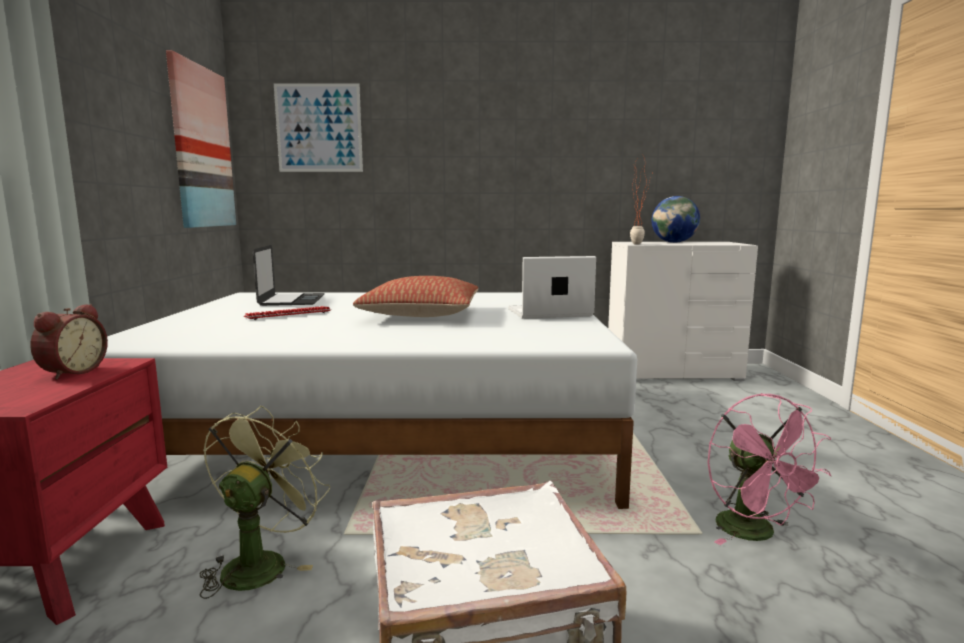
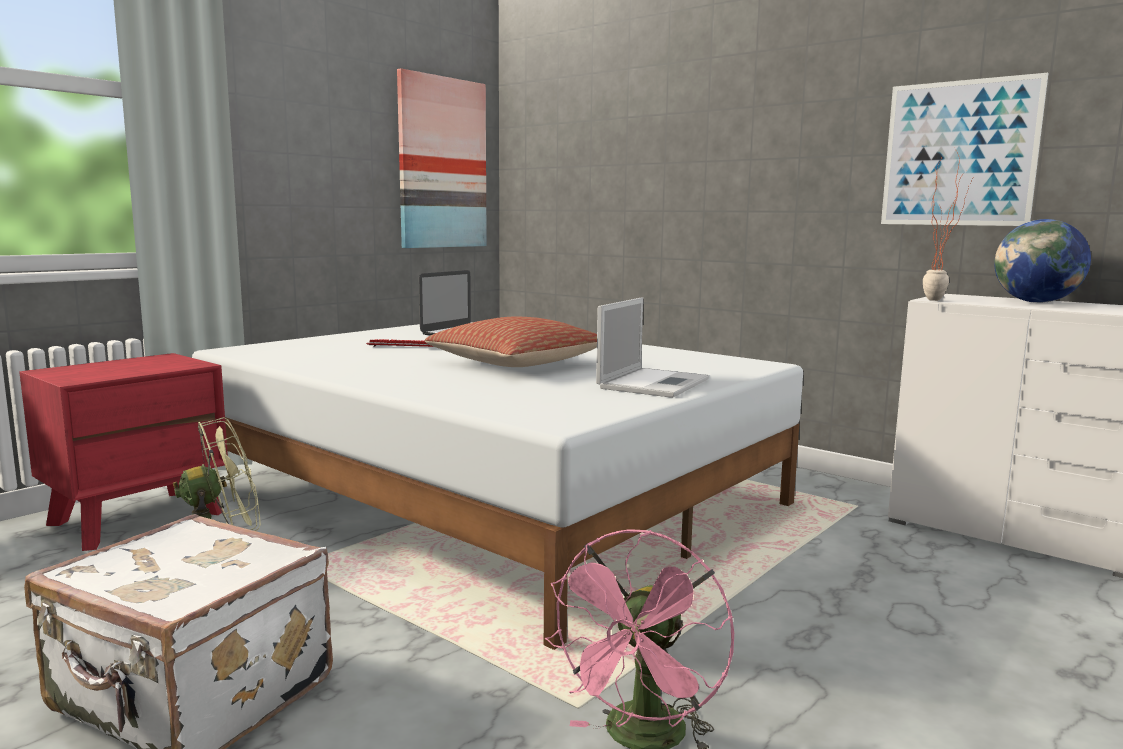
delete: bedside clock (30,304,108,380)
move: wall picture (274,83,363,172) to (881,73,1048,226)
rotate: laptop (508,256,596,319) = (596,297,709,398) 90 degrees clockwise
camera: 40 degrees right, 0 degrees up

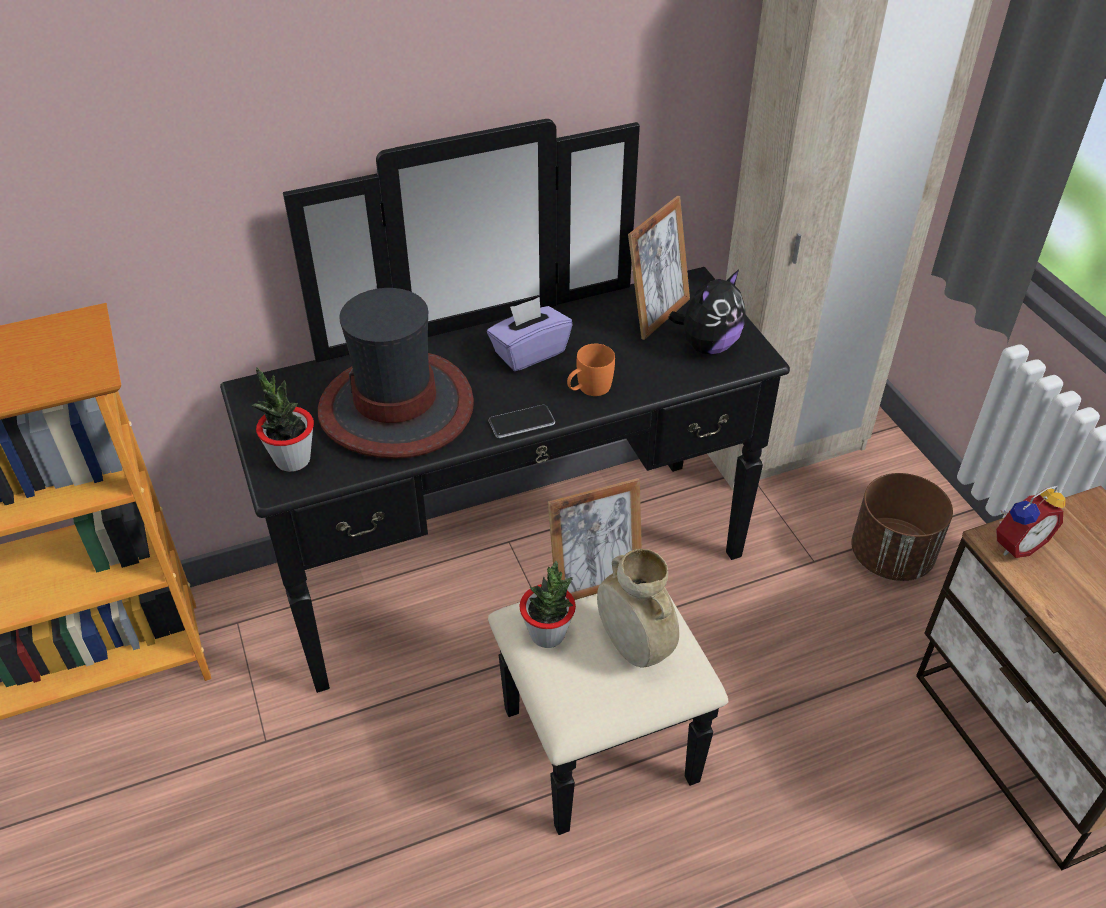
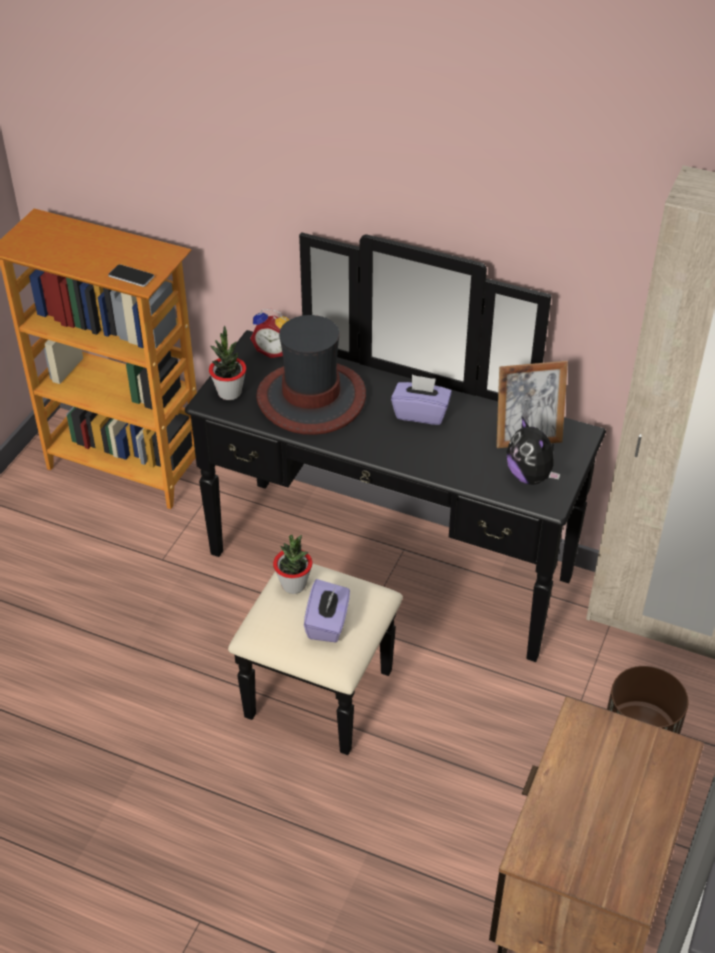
delete: mug (orange-coloured) (567,344,615,396); picture frame (548,478,642,600)
move: phone (489,405,555,438) to (108,264,154,287); bedside clock (996,486,1065,558) to (250,309,289,358)
replace: vase (beige-coloured) (597,549,680,667) to box of tissues (purplish) (304,579,350,643)
rotate: cuddly toy (669,270,746,354) = (507,417,560,485) 60 degrees clockwise
camera: 45 degrees right, 0 degrees up

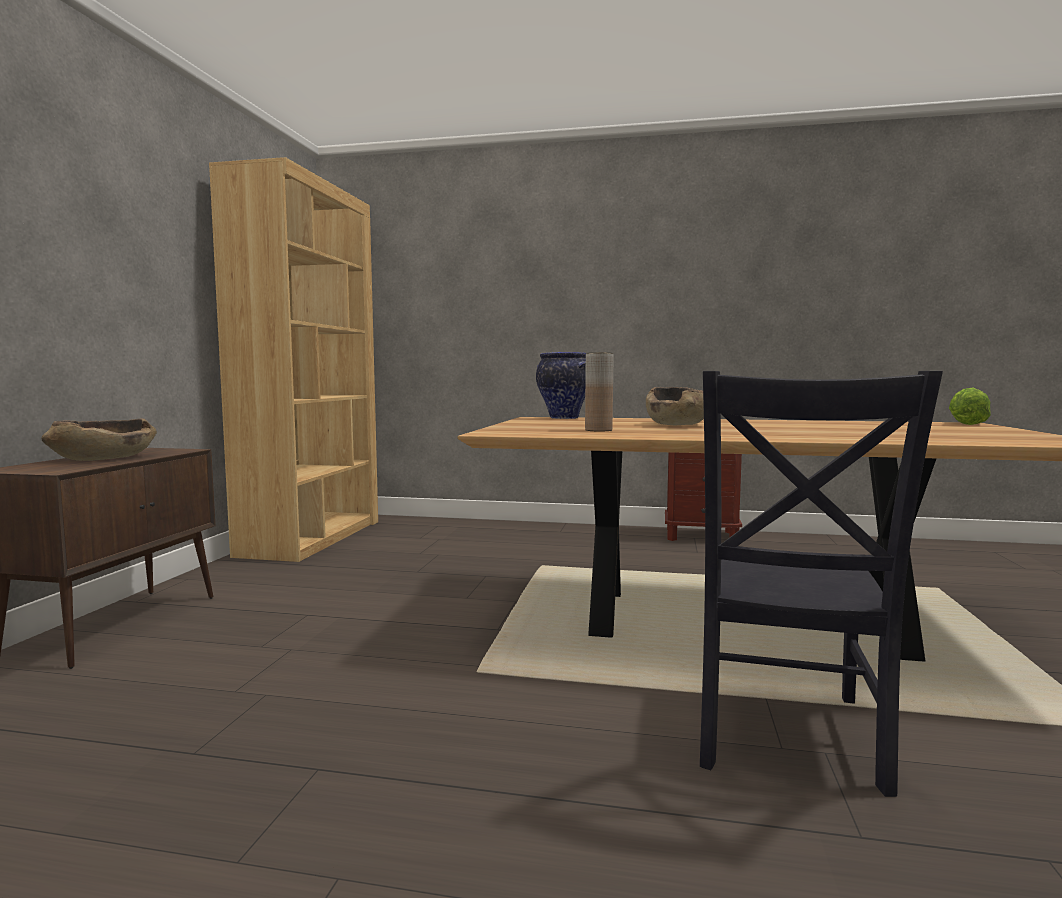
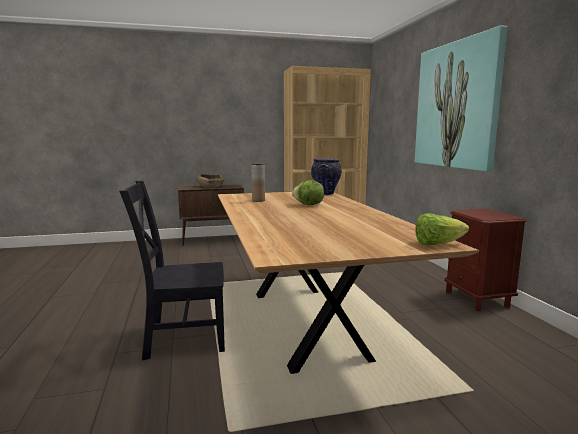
insert: wall picture (415,25,507,171)
replace: deep dish (brownish) (646,387,704,425) to head of lettuce (292,180,324,205)
camera: 65 degrees right, 5 degrees up

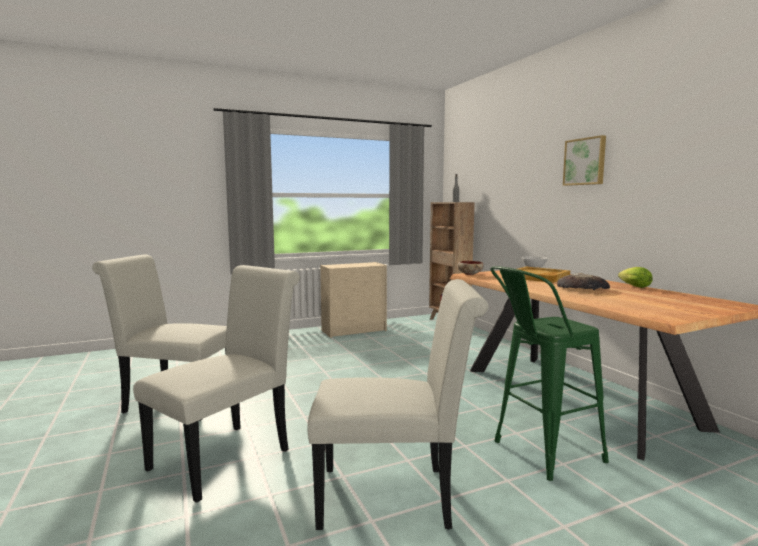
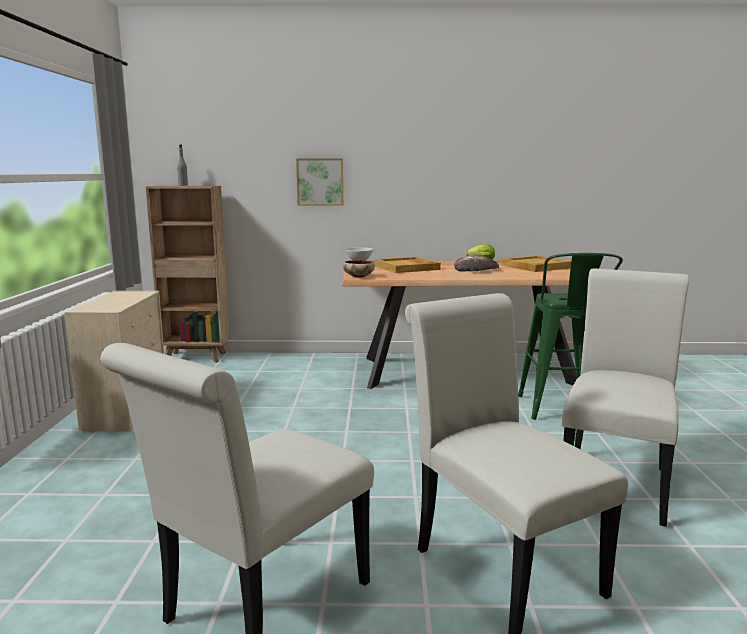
insert: serving tray (beige-coloured) (501,256,571,272)
move: wall picture (563,135,606,186) to (296,158,343,205)
camera: 65 degrees left, 5 degrees up

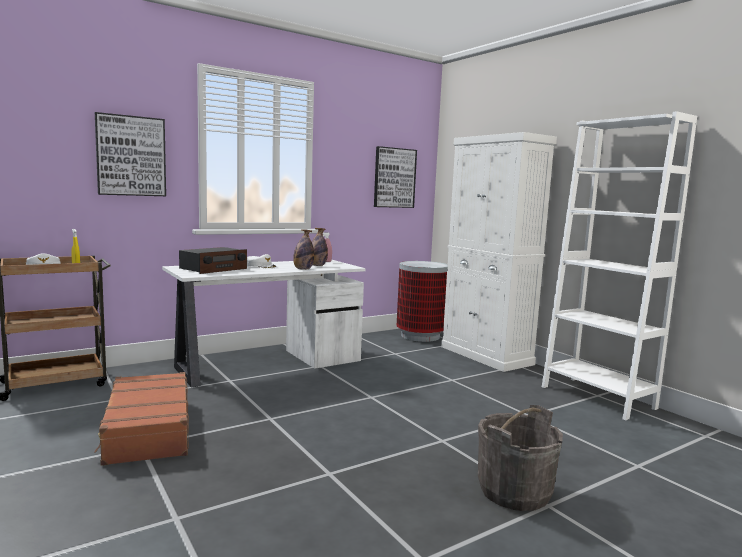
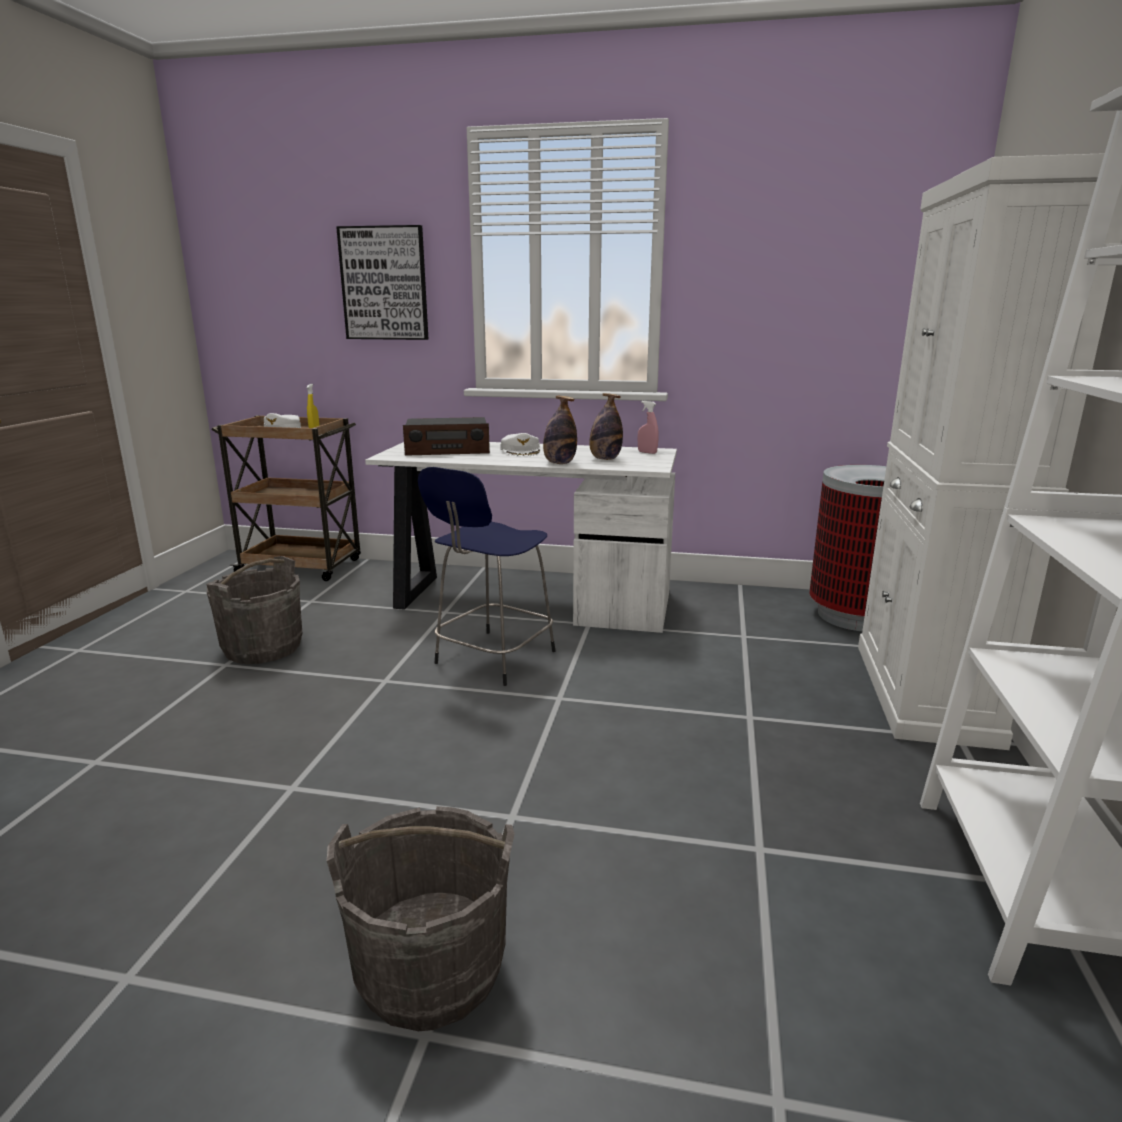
delete: wall picture (374,146,417,208)
insert: stool (bluish) (418,467,555,686)
replace: piece of luggage (brownish) (94,372,189,466) to water bucket (grey) (206,556,302,664)
camera: 45 degrees right, 10 degrees up

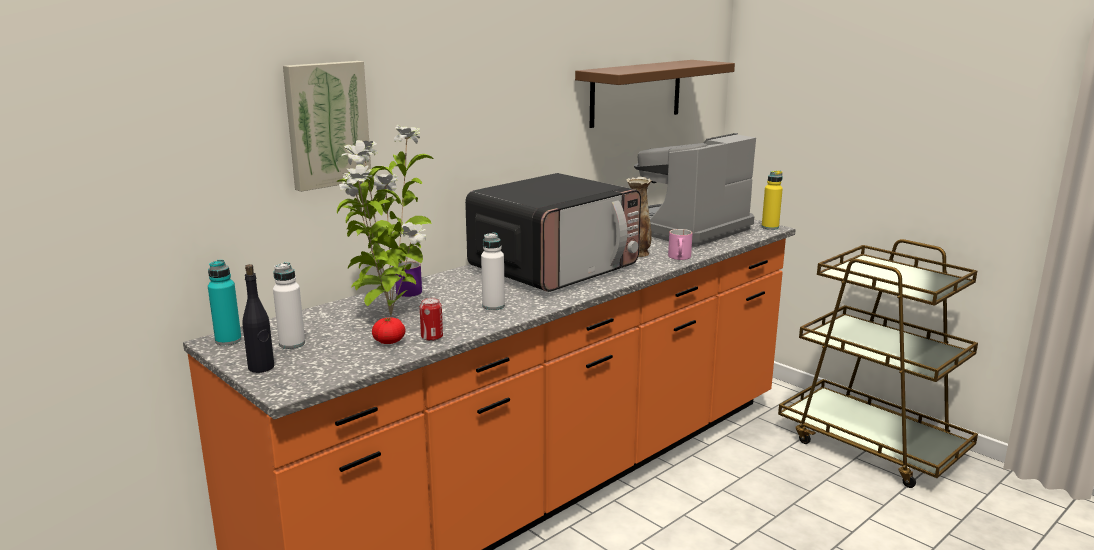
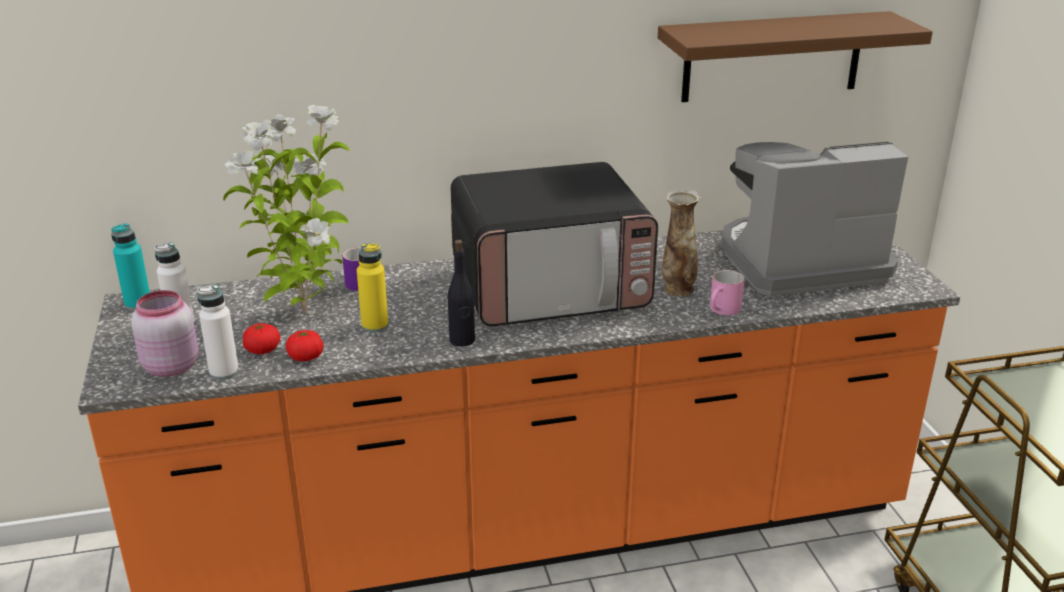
delete: wall picture (283,61,371,192)
insert: preserve jar (pink) (131,290,199,377)
move: drink bottle (yellow) (762,171,783,230) to (357,243,389,333); drink bottle (white-coloured) (481,232,505,310) to (197,285,239,380); drink bottle (blackish) (242,264,274,373) to (448,240,475,347)
replace: sealed can (420,297,443,341) to fresh tomato (286,330,324,361)
camera: 30 degrees right, 10 degrees up

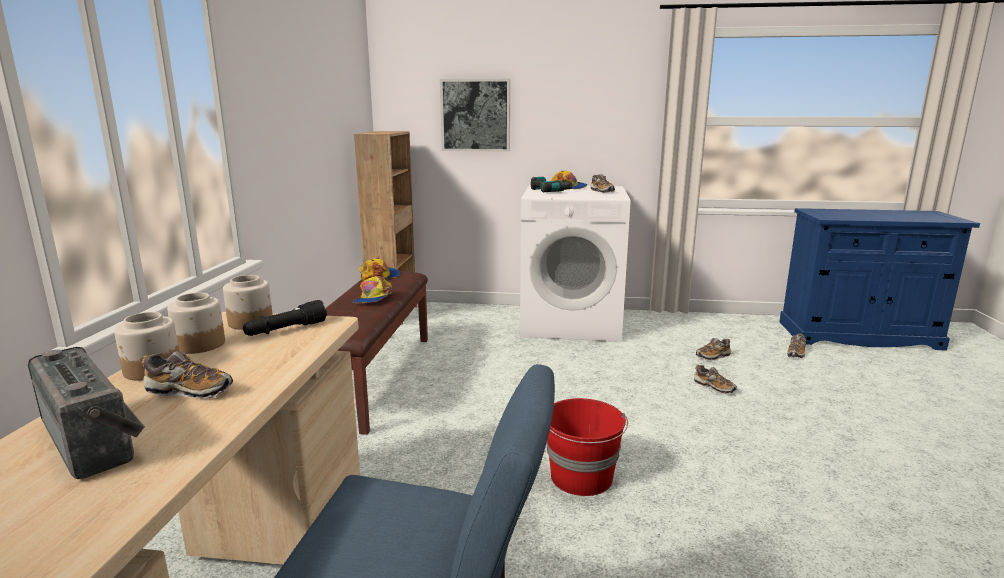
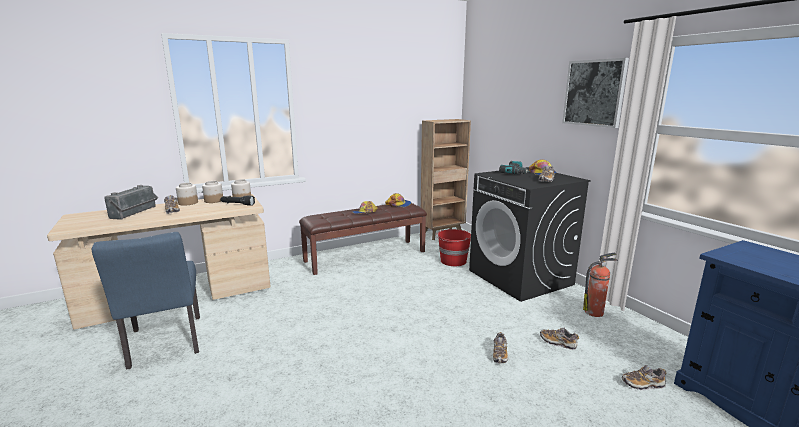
insert: extinguisher (583,253,618,317)
move: wall picture (440,79,510,152) to (562,58,629,128); water bucket (red) (546,398,628,496) to (436,229,471,266)
recolor: laundry appliance (white-coloured) (520,185,631,342) to laundry appliance (blackish) (469,167,591,302)
camera: 55 degrees right, 0 degrees up

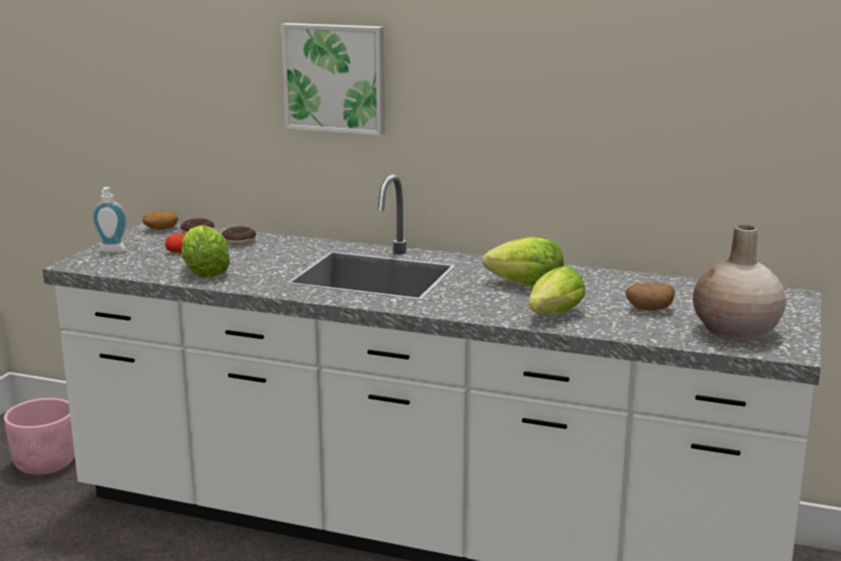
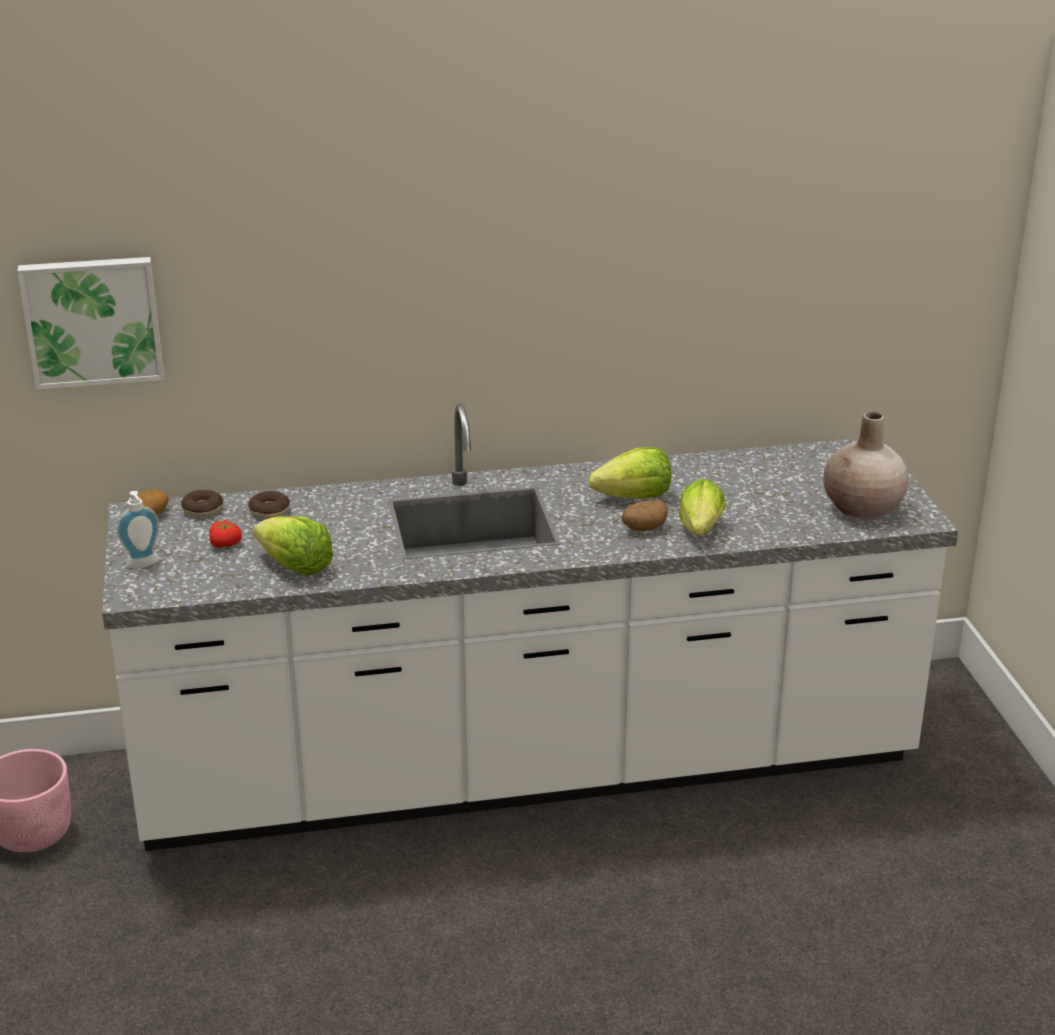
move: wall picture (281,23,385,135) to (17,257,164,390); potato (625,282,675,311) to (622,500,668,531)
camera: 30 degrees left, 10 degrees up

